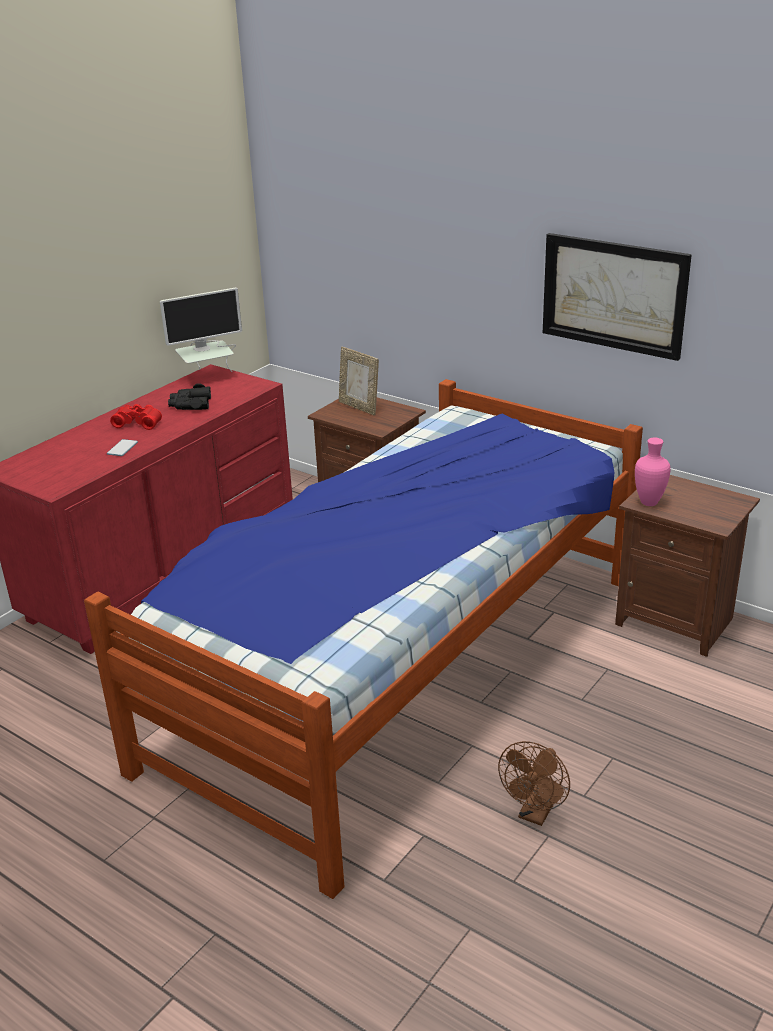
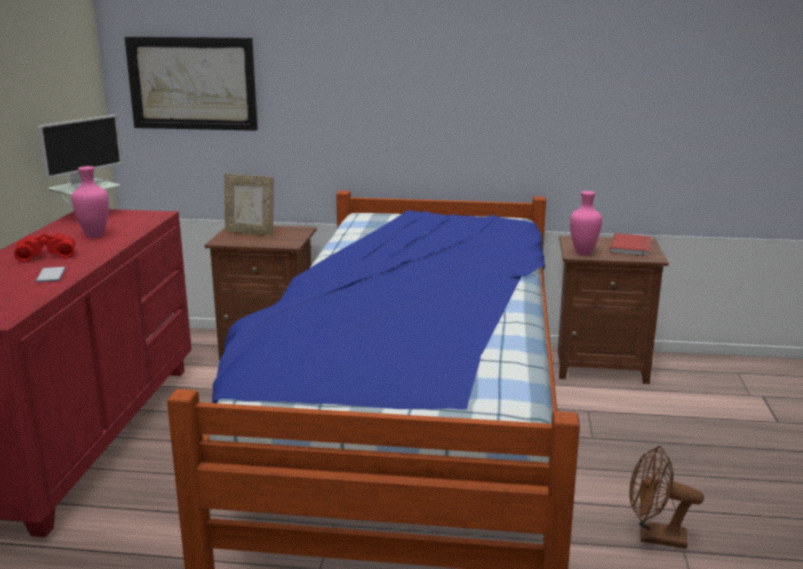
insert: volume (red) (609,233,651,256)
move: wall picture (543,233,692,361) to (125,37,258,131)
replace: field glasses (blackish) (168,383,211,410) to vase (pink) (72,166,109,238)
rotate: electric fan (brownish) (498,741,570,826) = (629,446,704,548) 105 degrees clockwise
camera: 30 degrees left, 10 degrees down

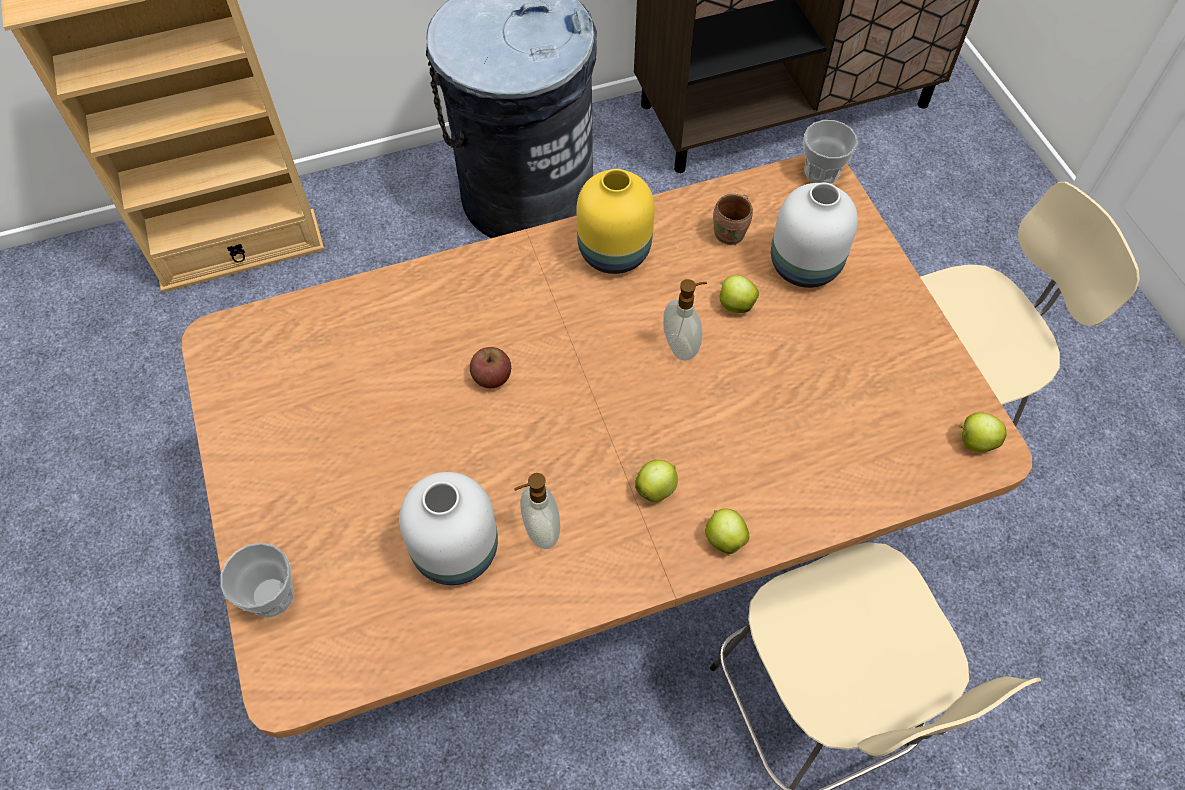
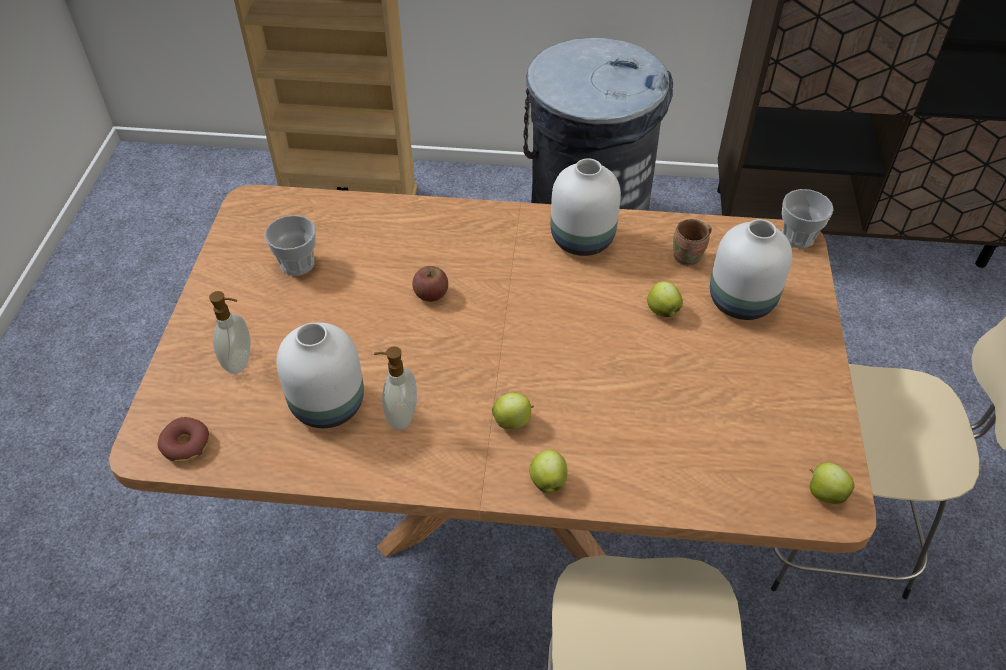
insert: ring doughnut (158,417,209,462)
move: soap bottle (663,279,707,360) to (209,291,251,374); drinking cup (220,543,294,618) to (265,215,316,276)
recolor: vase (yellow) (577,169,655,274) to vase (white-coloured) (551,158,621,256)
camera: 25 degrees right, 10 degrees down

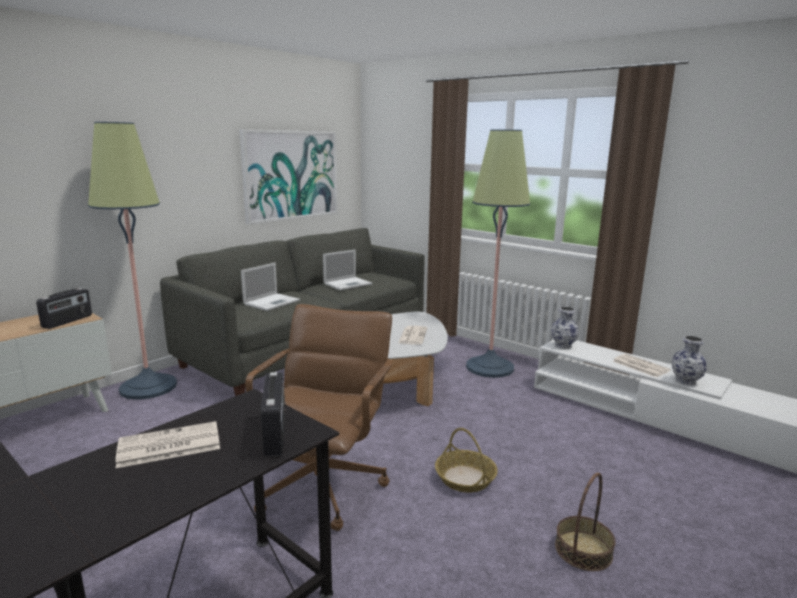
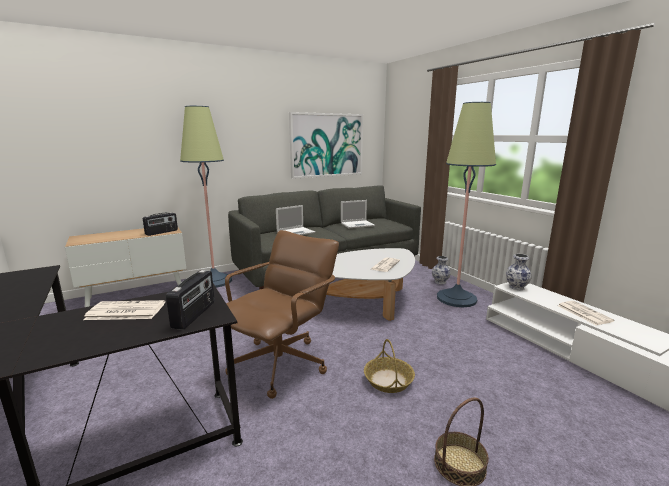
move: vase (672,336,707,386) to (432,256,451,284)
camera: 20 degrees right, 0 degrees up

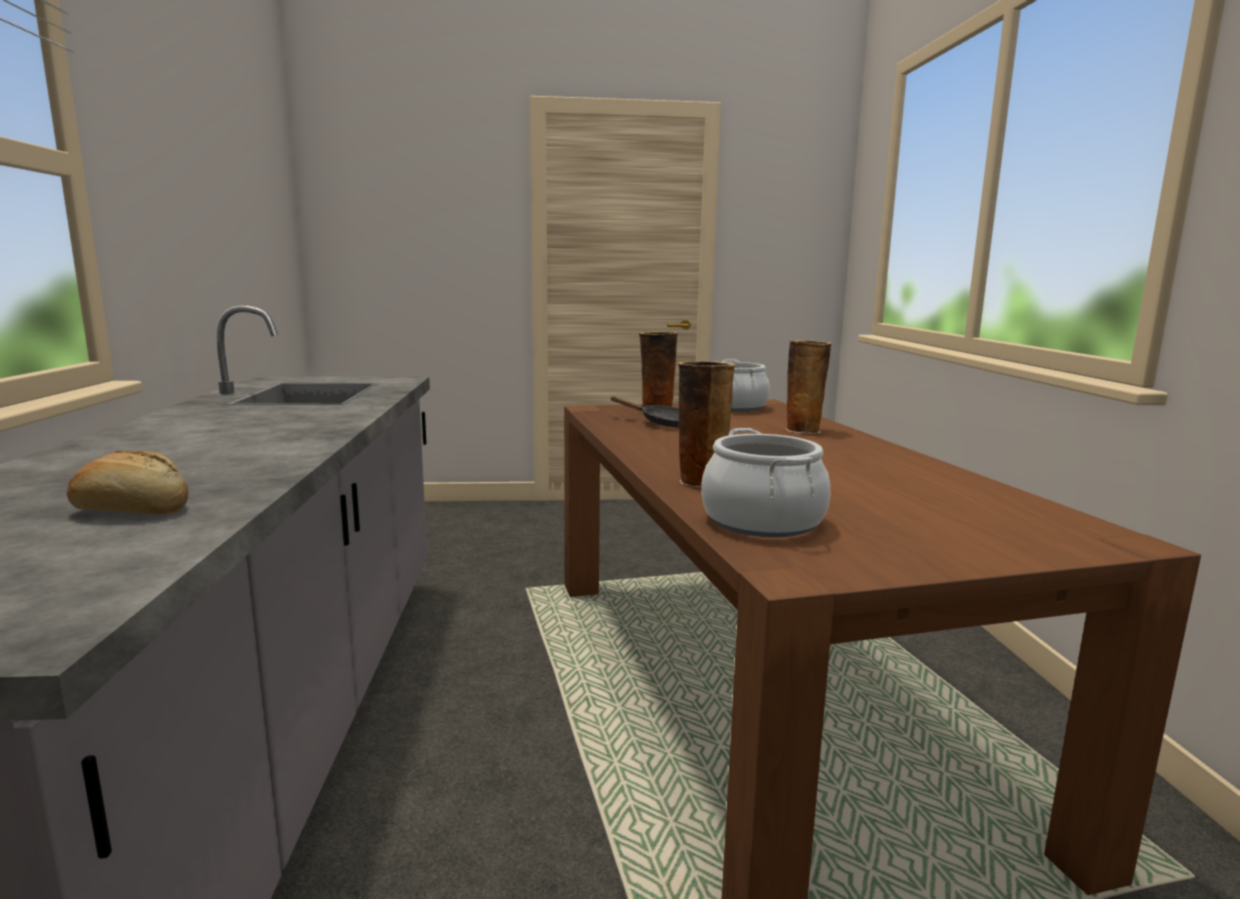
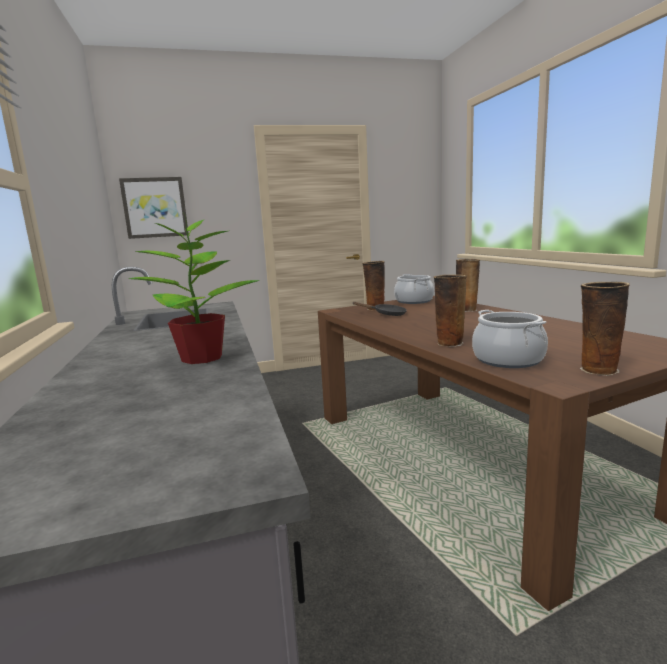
delete: bread (67,451,188,514)
insert: wall picture (119,177,189,239); potted plant (129,212,259,364); vase (580,282,630,376)
camera: 10 degrees left, 0 degrees up

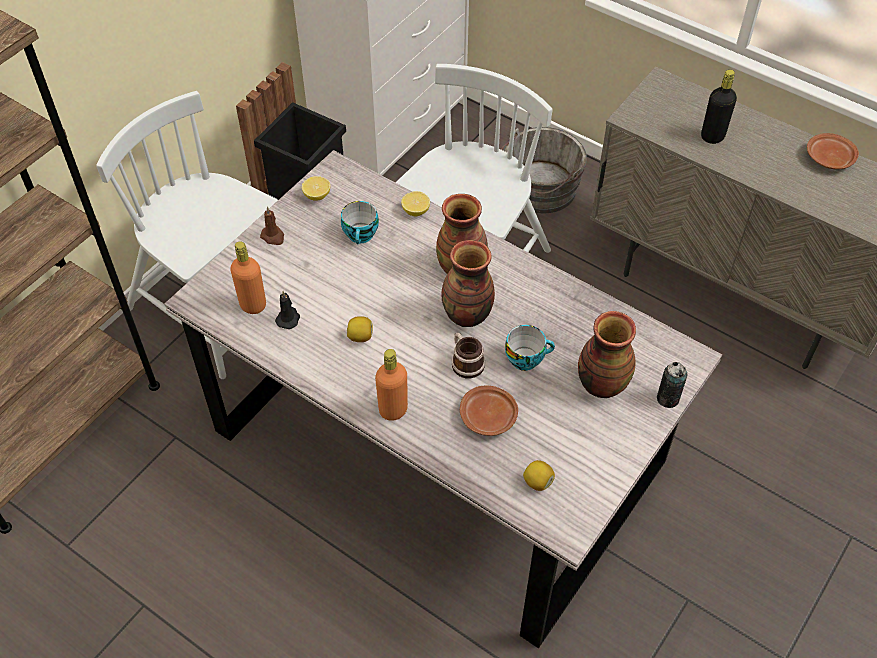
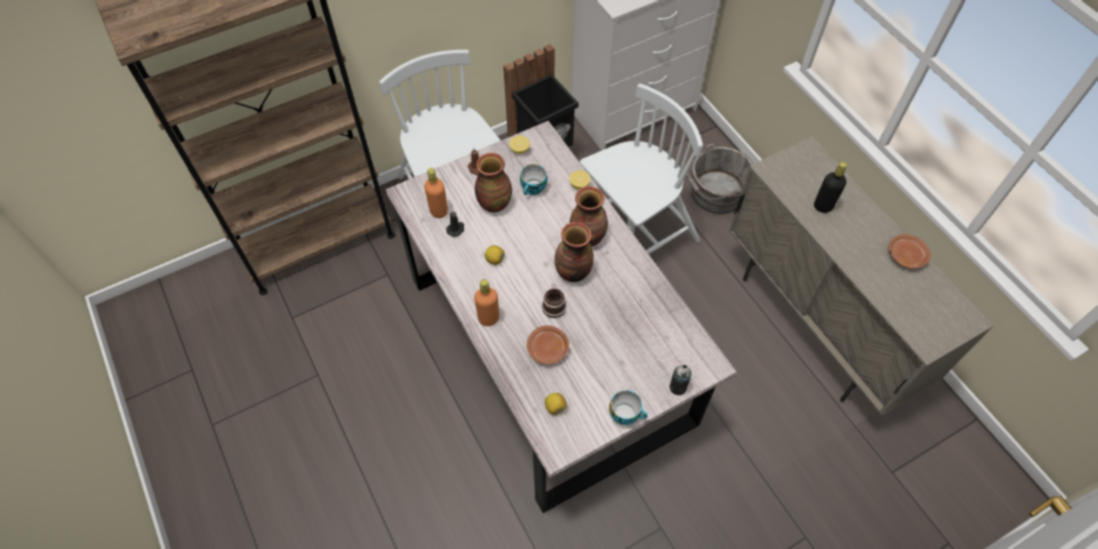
move: vase (578,311,636,398) to (475,153,512,212); drinking cup (505,325,555,371) to (609,390,648,425)
camera: 25 degrees right, 5 degrees up

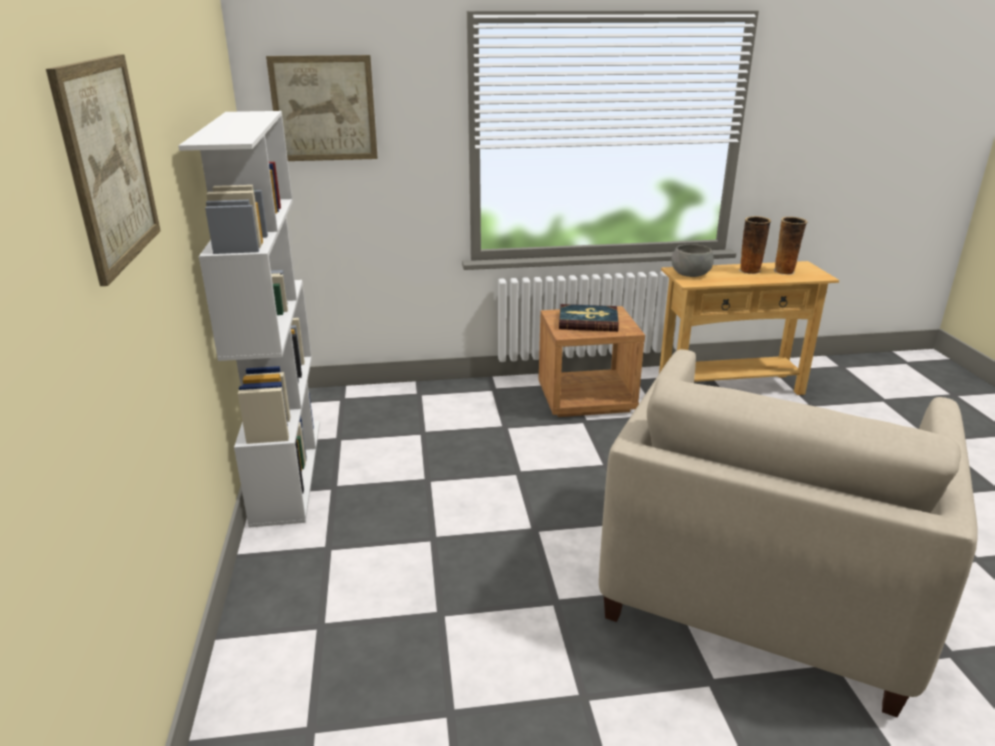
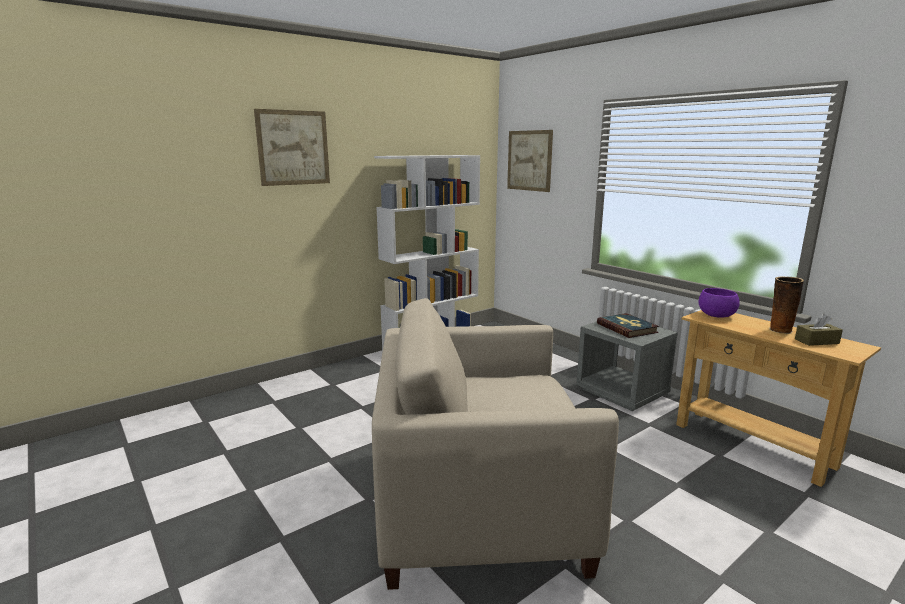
replace: vase (774,217,807,275) to box of tissues (brownish) (795,314,843,346)
recolor: deep dish (grey) (671,244,714,277) to deep dish (purplish) (699,288,740,318); bedside table (brownish) (538,306,645,417) to bedside table (grey) (576,322,678,411)
camera: 60 degrees right, 10 degrees down

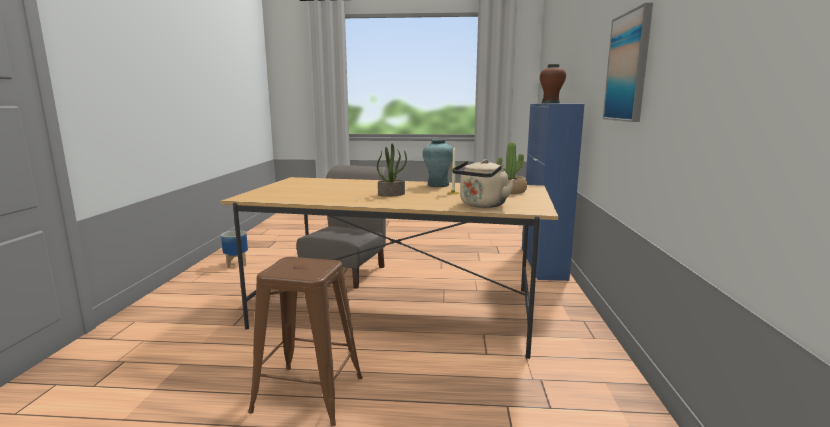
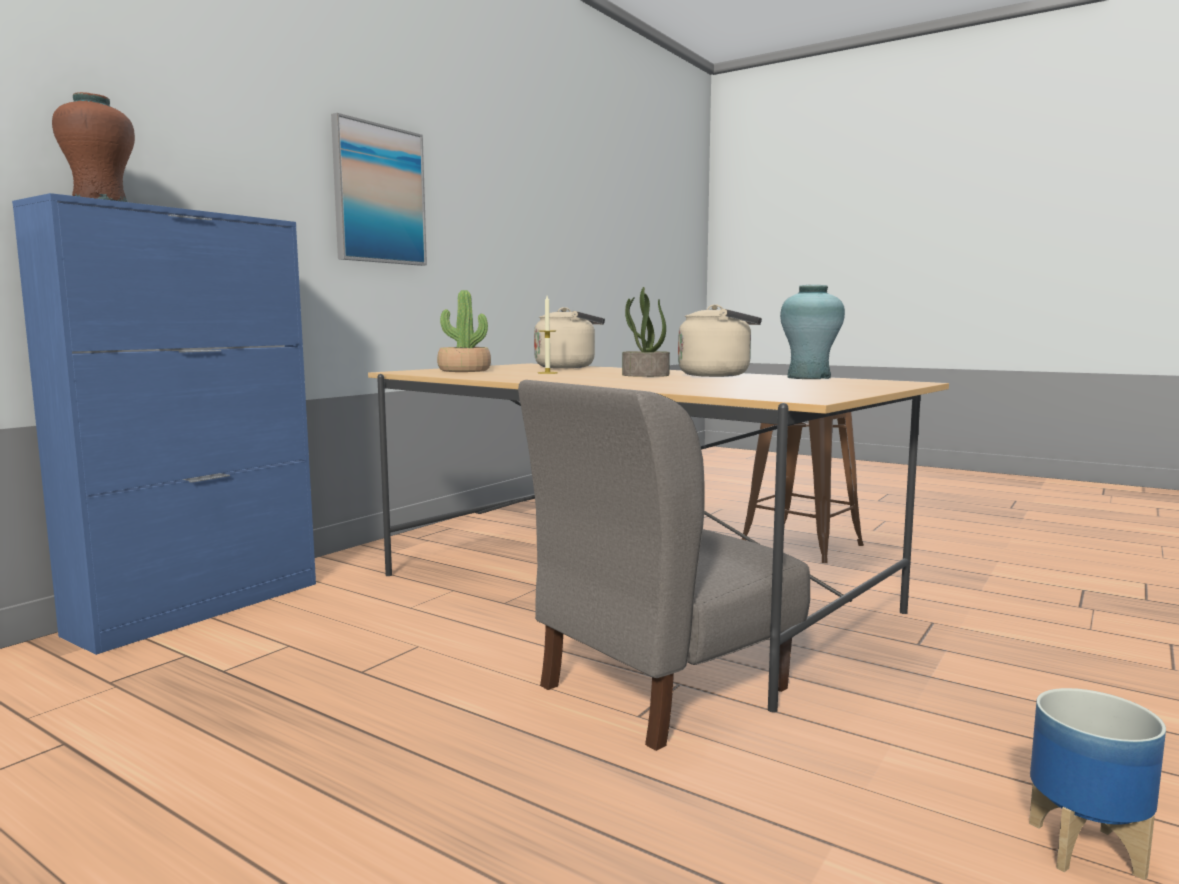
insert: kettle (beige-coloured) (678,304,762,377)
move: vase (turquoise) (423,139,453,187) to (780,285,845,379)
camera: 150 degrees left, 5 degrees down

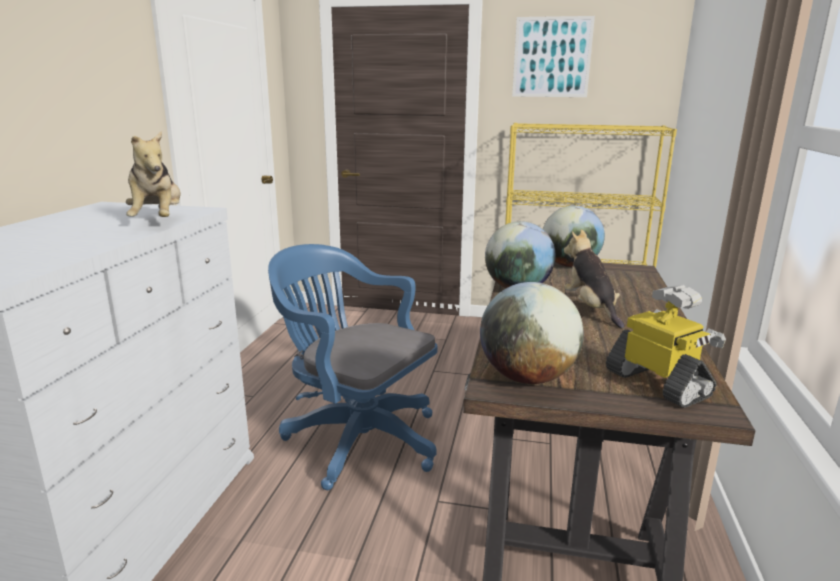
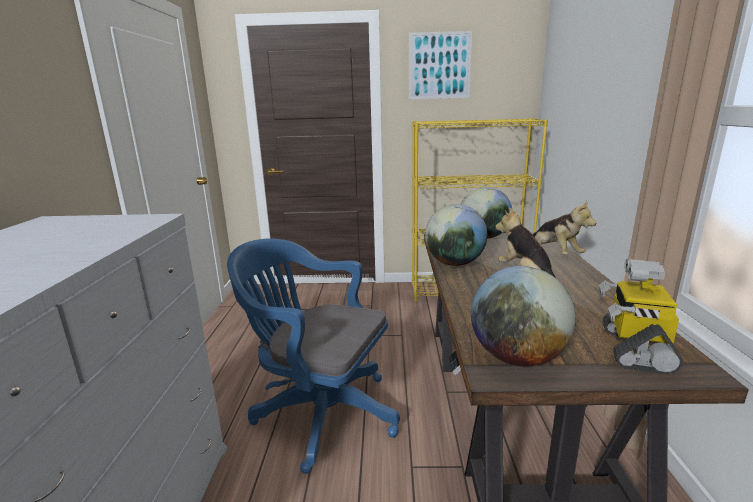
move: cuddly toy (126,131,181,217) to (532,201,596,255)
rotate: toy robot (606,285,726,408) = (599,259,683,374) 120 degrees counterclockwise
camera: 10 degrees left, 0 degrees up

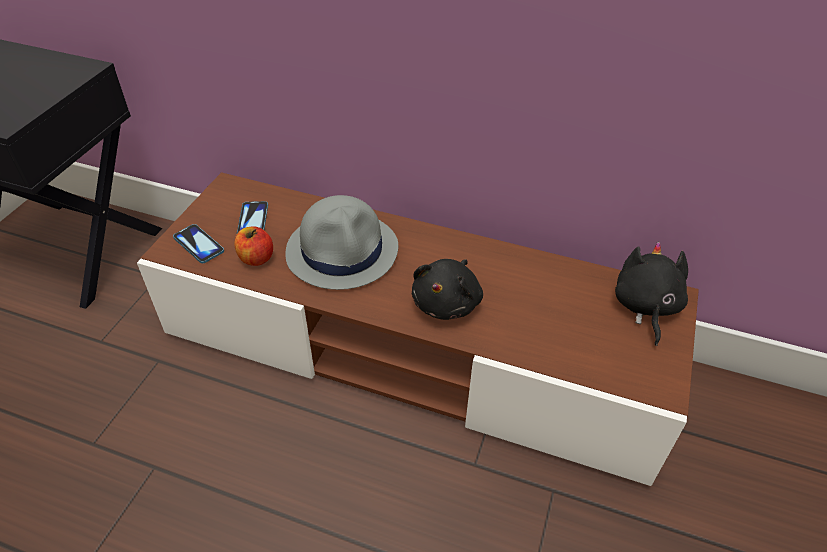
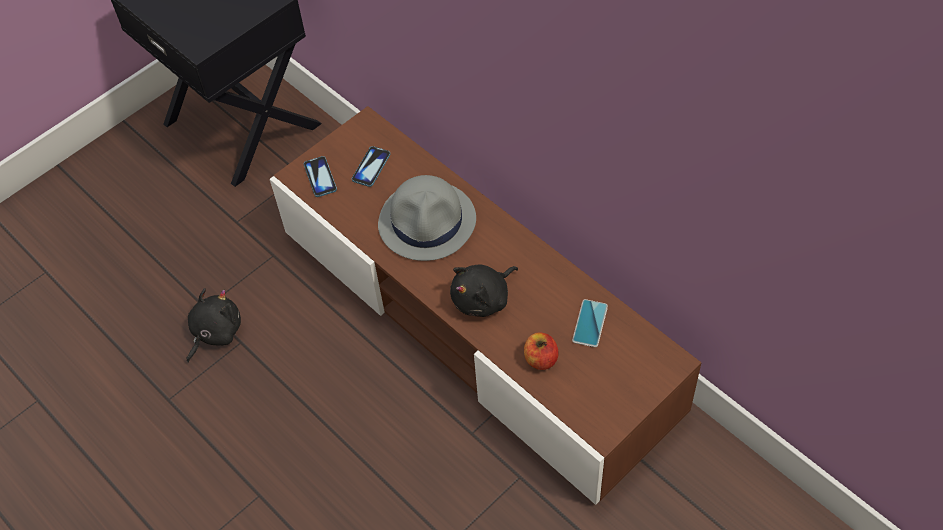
insert: phone (572,299,608,347)
move: whole apple (234,227,273,266) to (524,333,559,370); cuddly toy (blackish) (615,242,688,346) to (186,288,241,363)
camera: 30 degrees right, 10 degrees up

